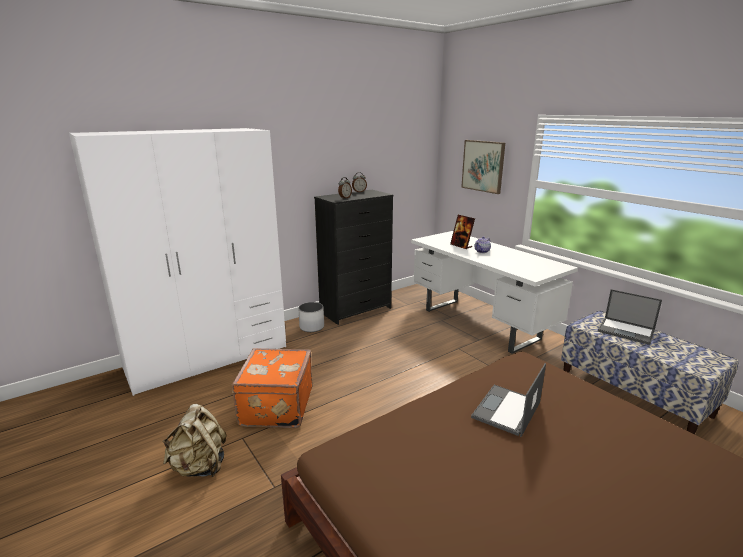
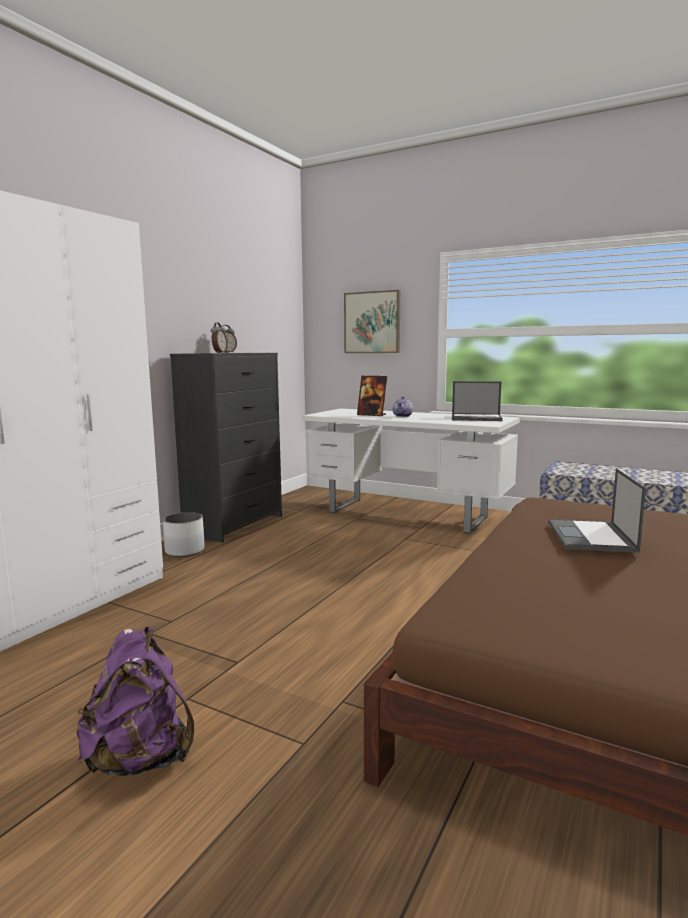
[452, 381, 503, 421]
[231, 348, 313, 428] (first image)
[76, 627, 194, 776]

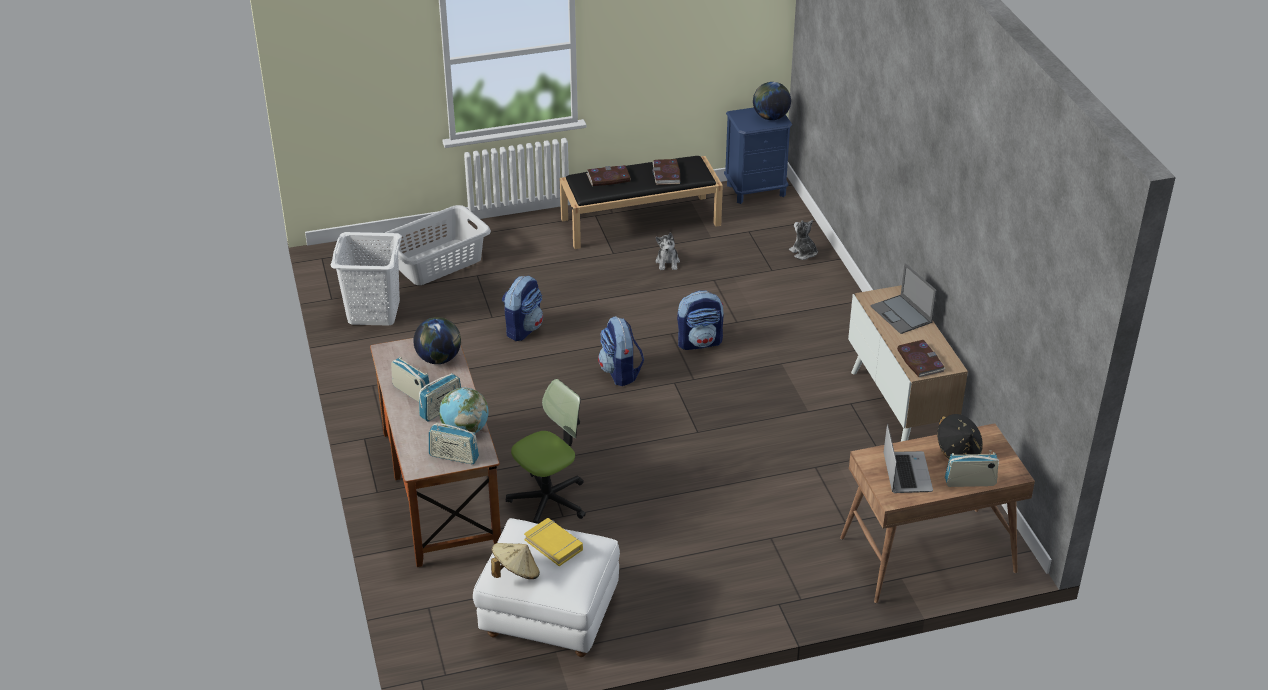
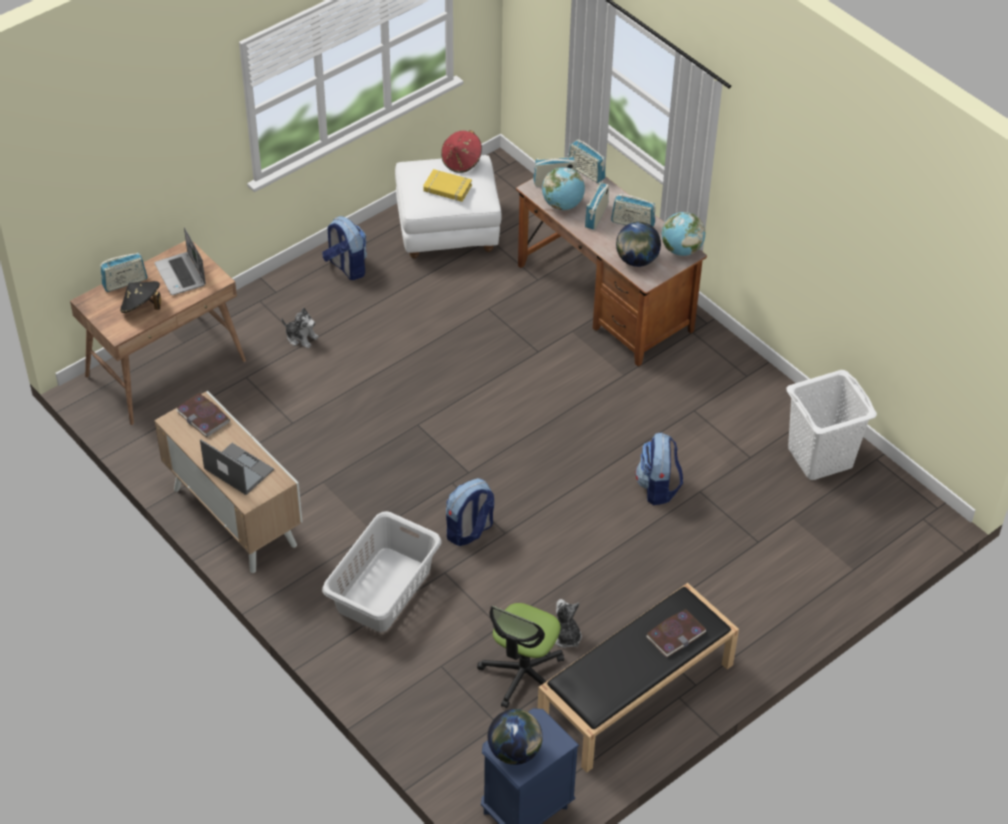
[652, 159, 680, 185] (first image)
[322, 511, 442, 632]
[282, 308, 319, 348]
[322, 216, 367, 280]
[477, 603, 564, 708]
[441, 130, 482, 173]
[569, 139, 605, 183]
[662, 212, 705, 256]

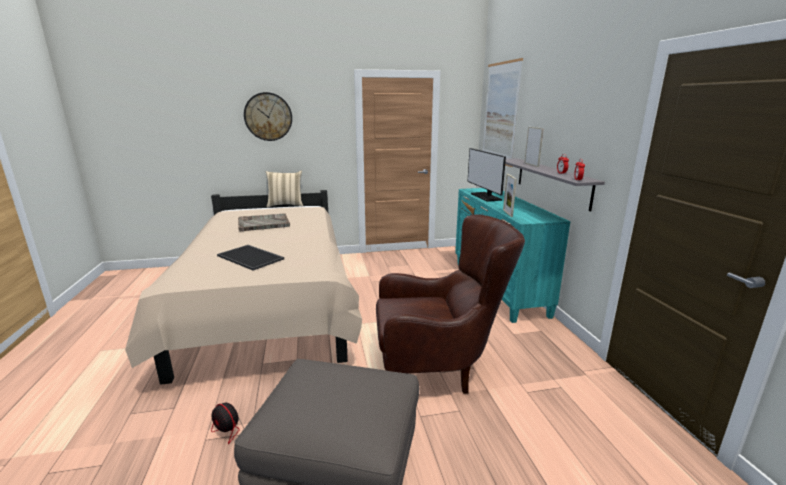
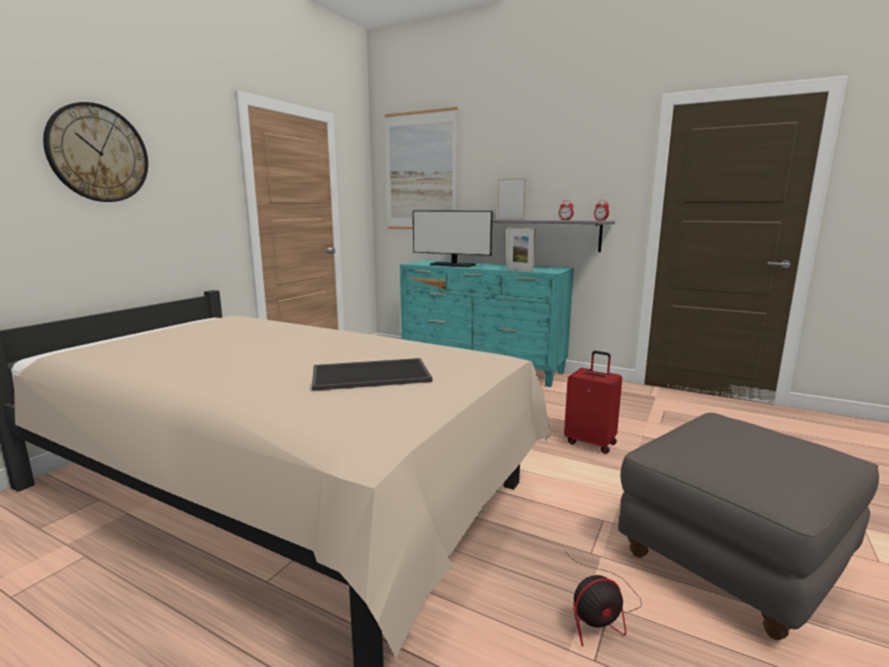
[266, 171, 303, 207] (first image)
[238, 213, 290, 231] (first image)
[564, 351, 622, 454]

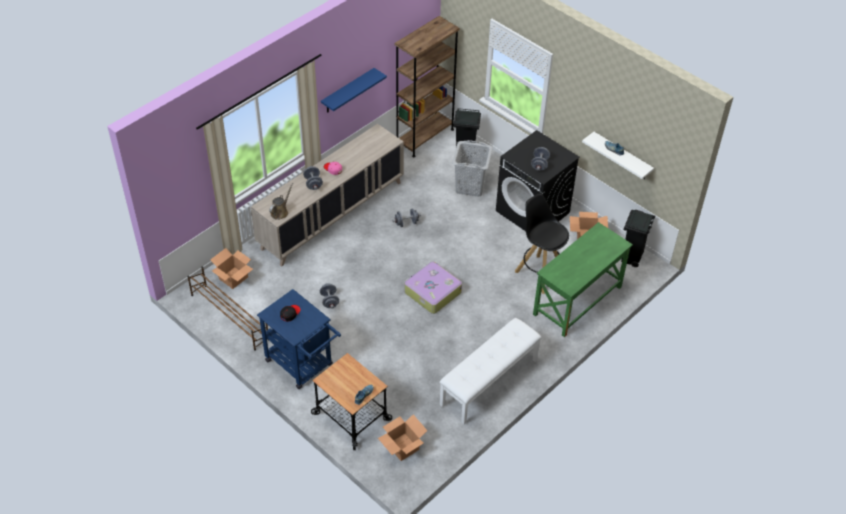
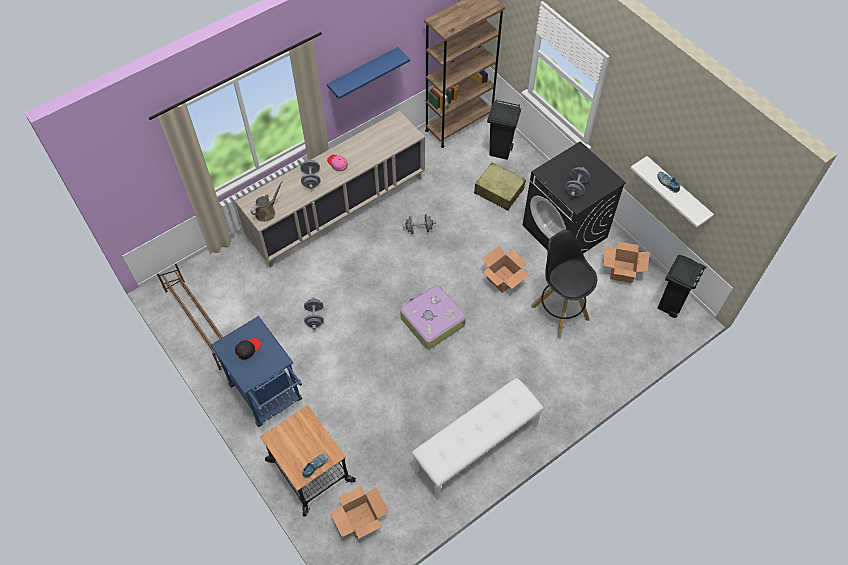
[474, 162, 526, 211]
[533, 222, 633, 337] (first image)
[482, 246, 529, 293]

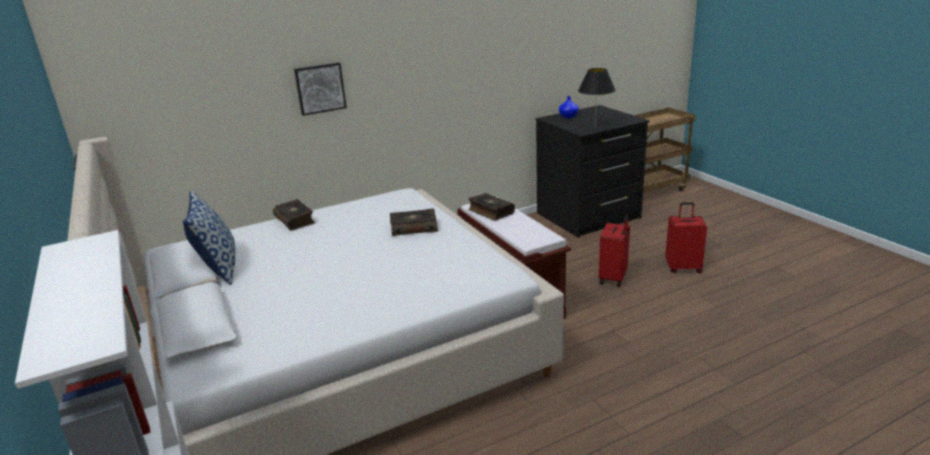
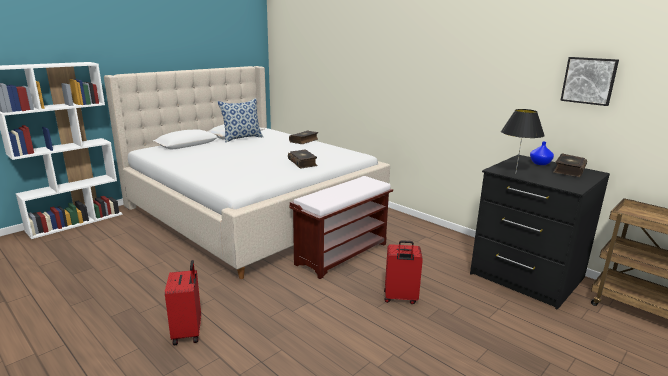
[560, 57, 619, 106]
[553, 153, 587, 177]
[165, 260, 201, 345]

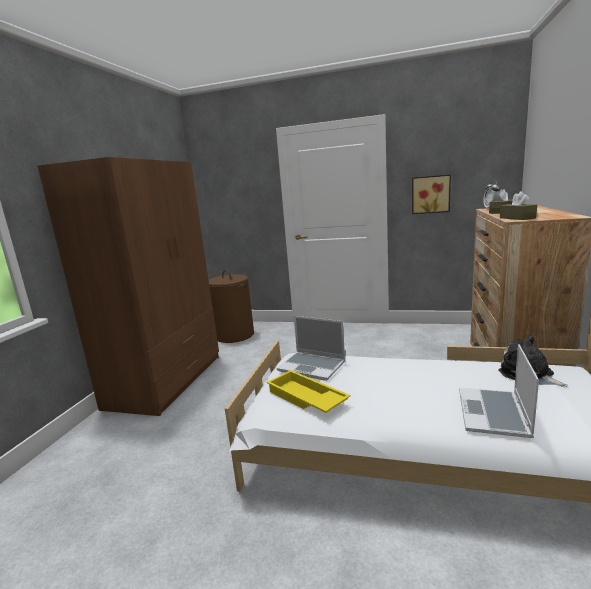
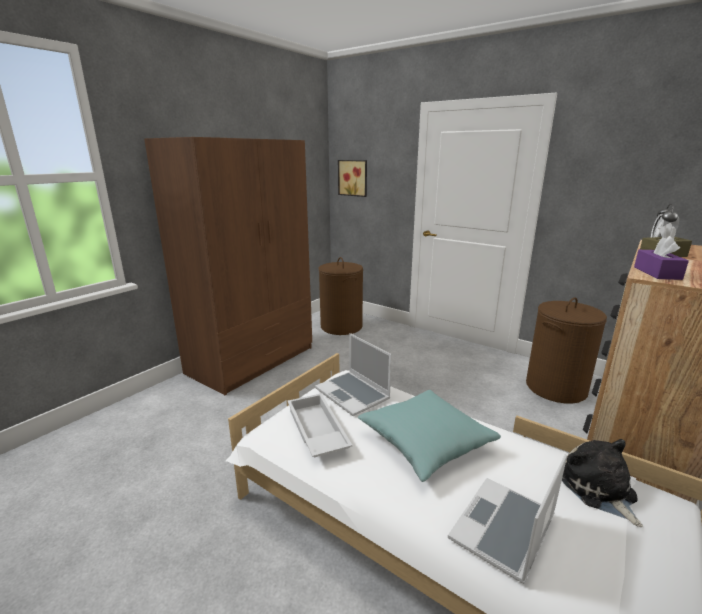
[338, 160, 367, 197]
[634, 236, 689, 280]
[288, 394, 353, 458]
[526, 297, 607, 404]
[358, 390, 501, 482]

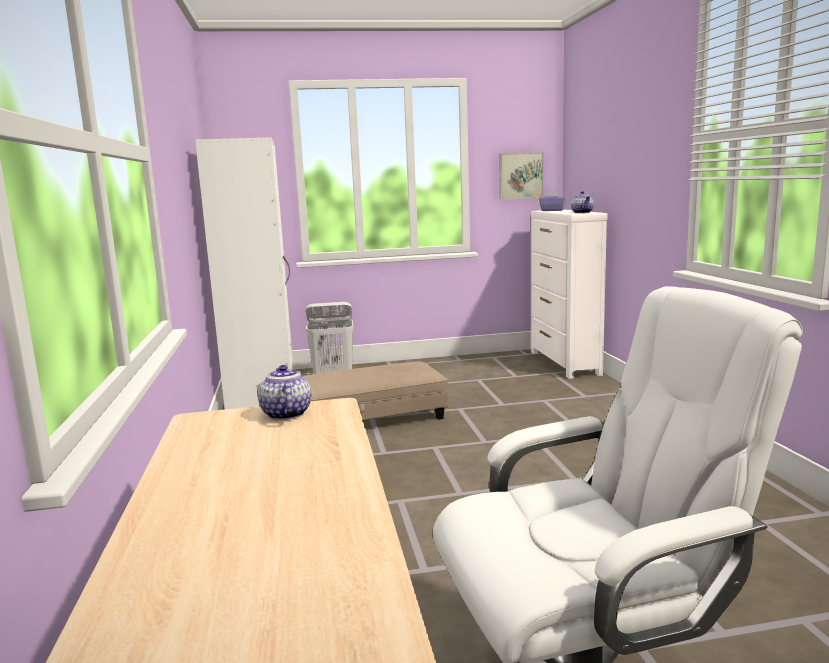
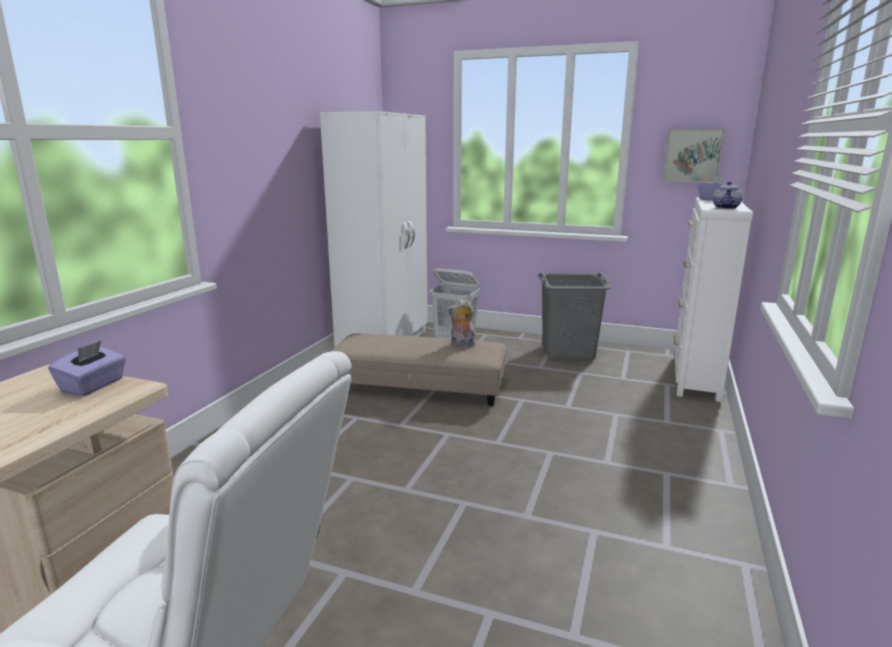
[48, 341, 126, 396]
[538, 273, 612, 360]
[447, 299, 477, 348]

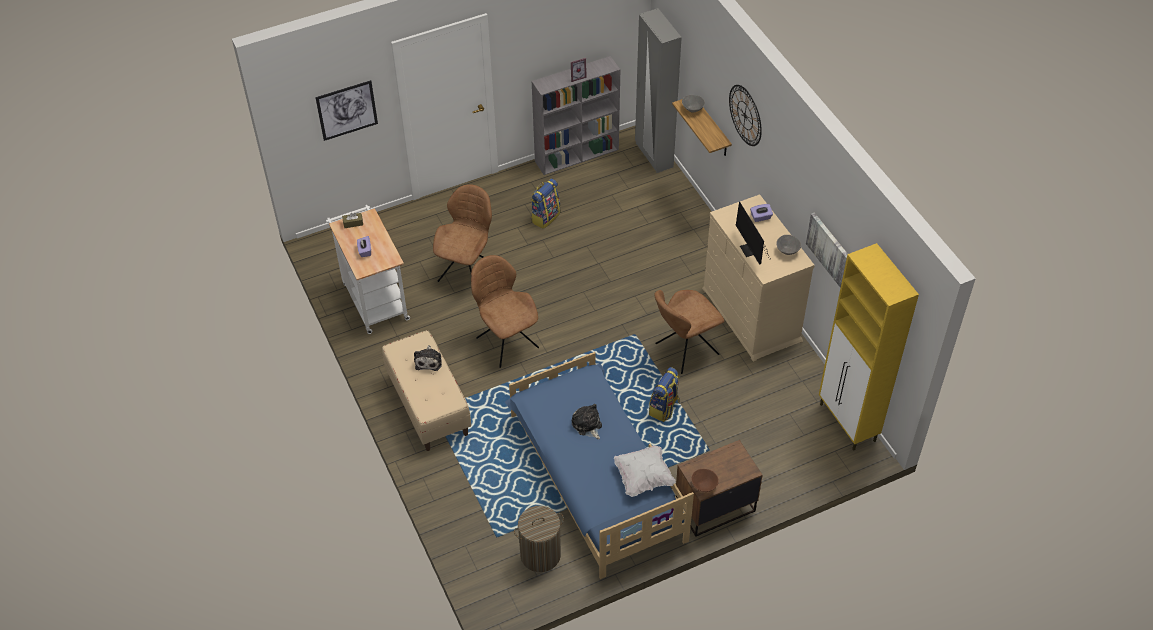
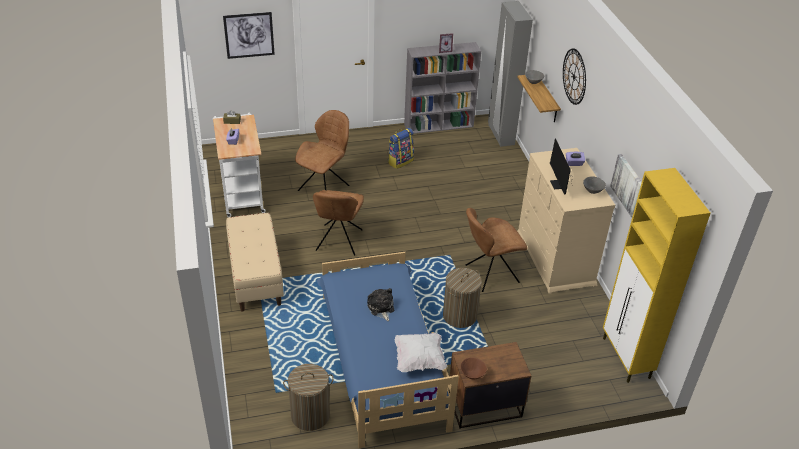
[313, 190, 364, 256]
[414, 345, 442, 371] (first image)
[443, 268, 482, 328]

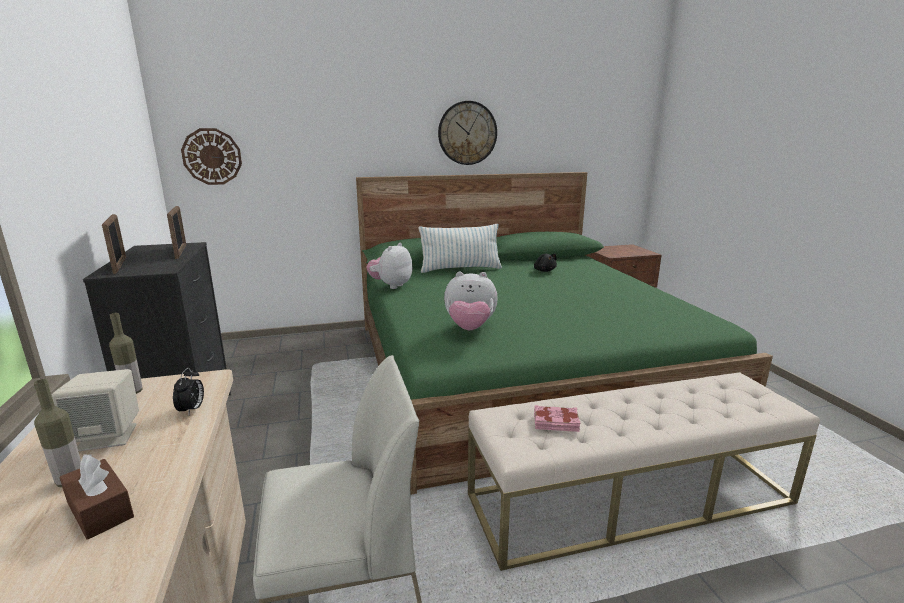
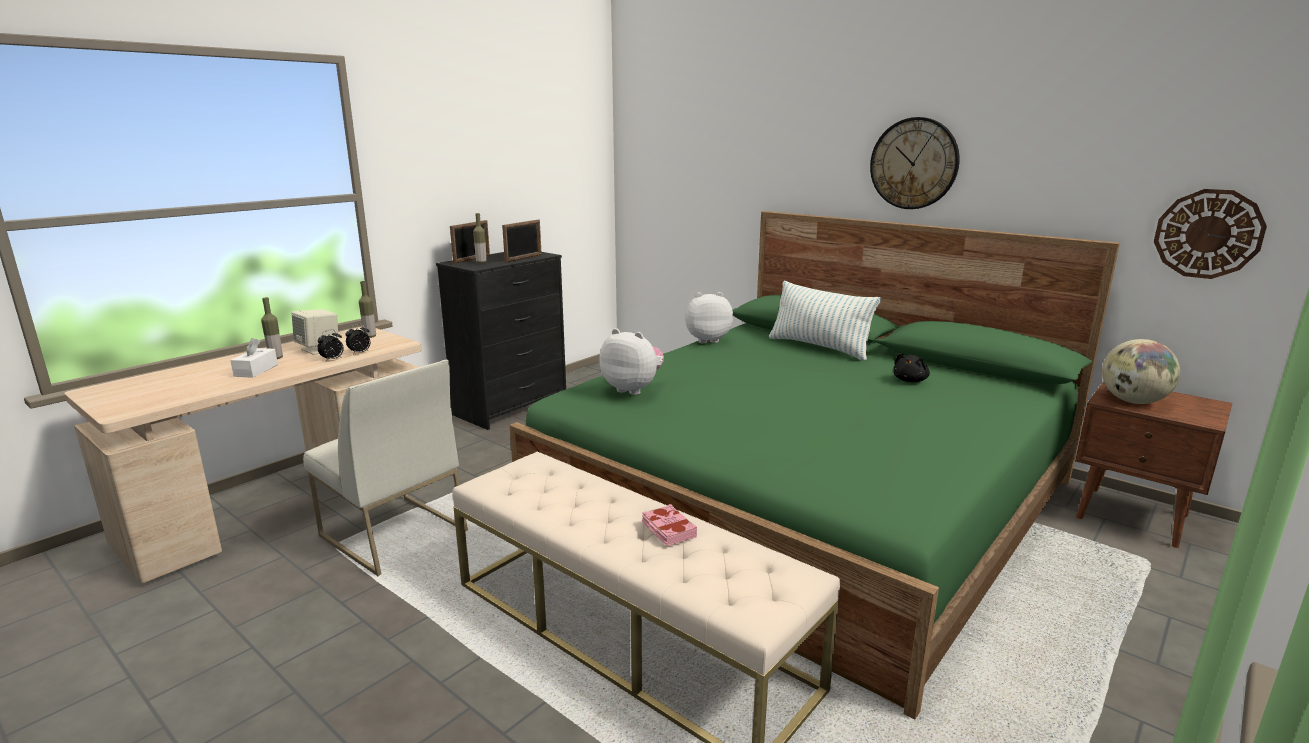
[1154, 189, 1267, 279]
[599, 328, 664, 395]
[642, 504, 697, 546]
[230, 338, 278, 378]
[473, 213, 487, 263]
[317, 330, 344, 361]
[1102, 339, 1180, 404]

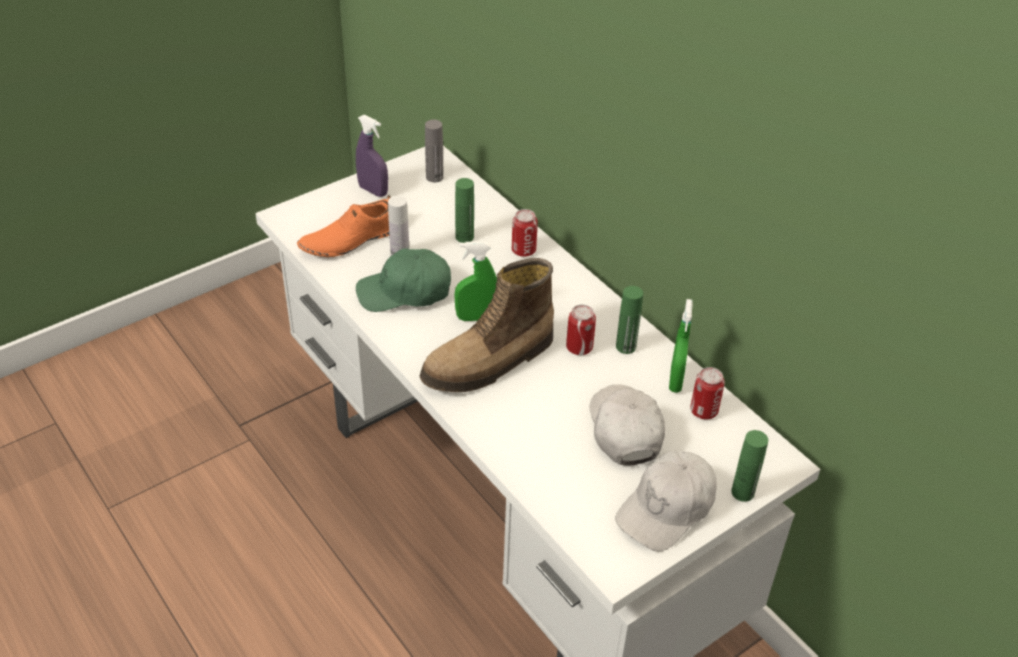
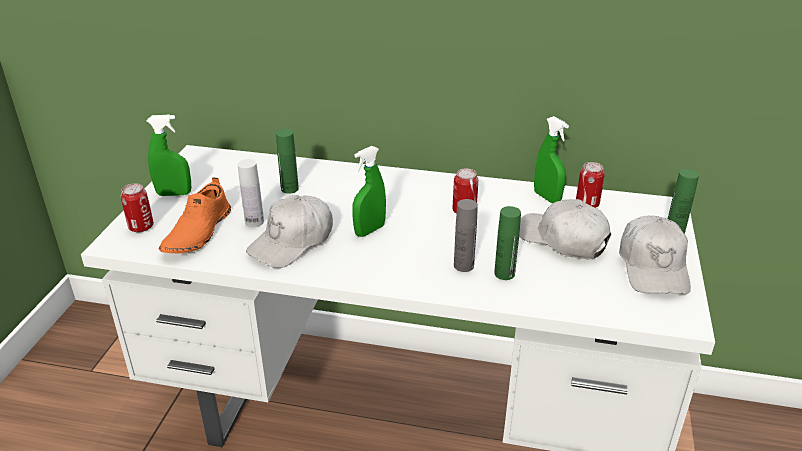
[147, 115, 191, 196]
[454, 199, 478, 272]
[121, 183, 154, 232]
[246, 195, 333, 268]
[420, 258, 554, 392] (first image)
[494, 206, 521, 280]

